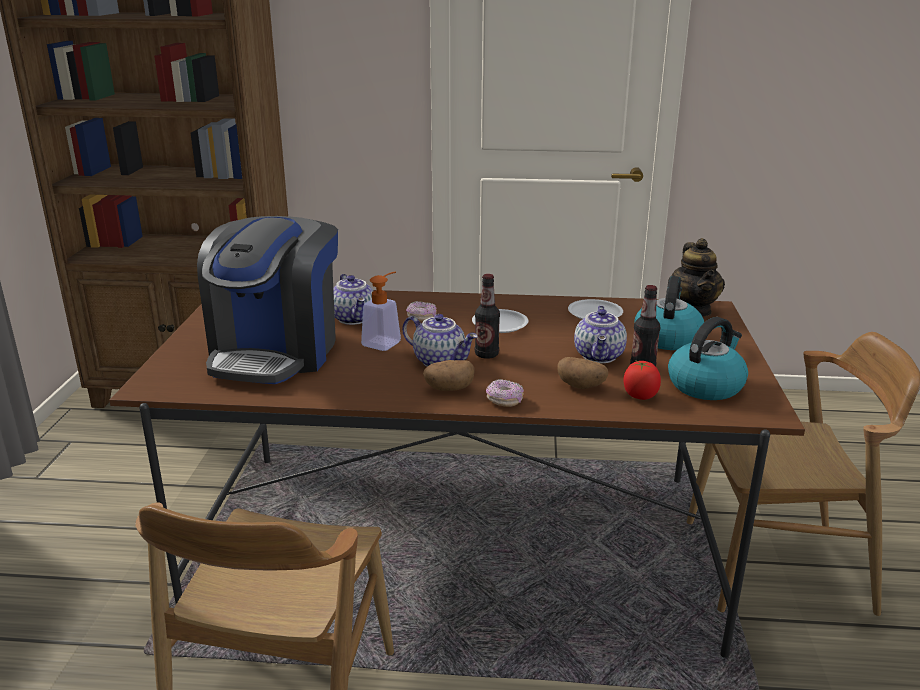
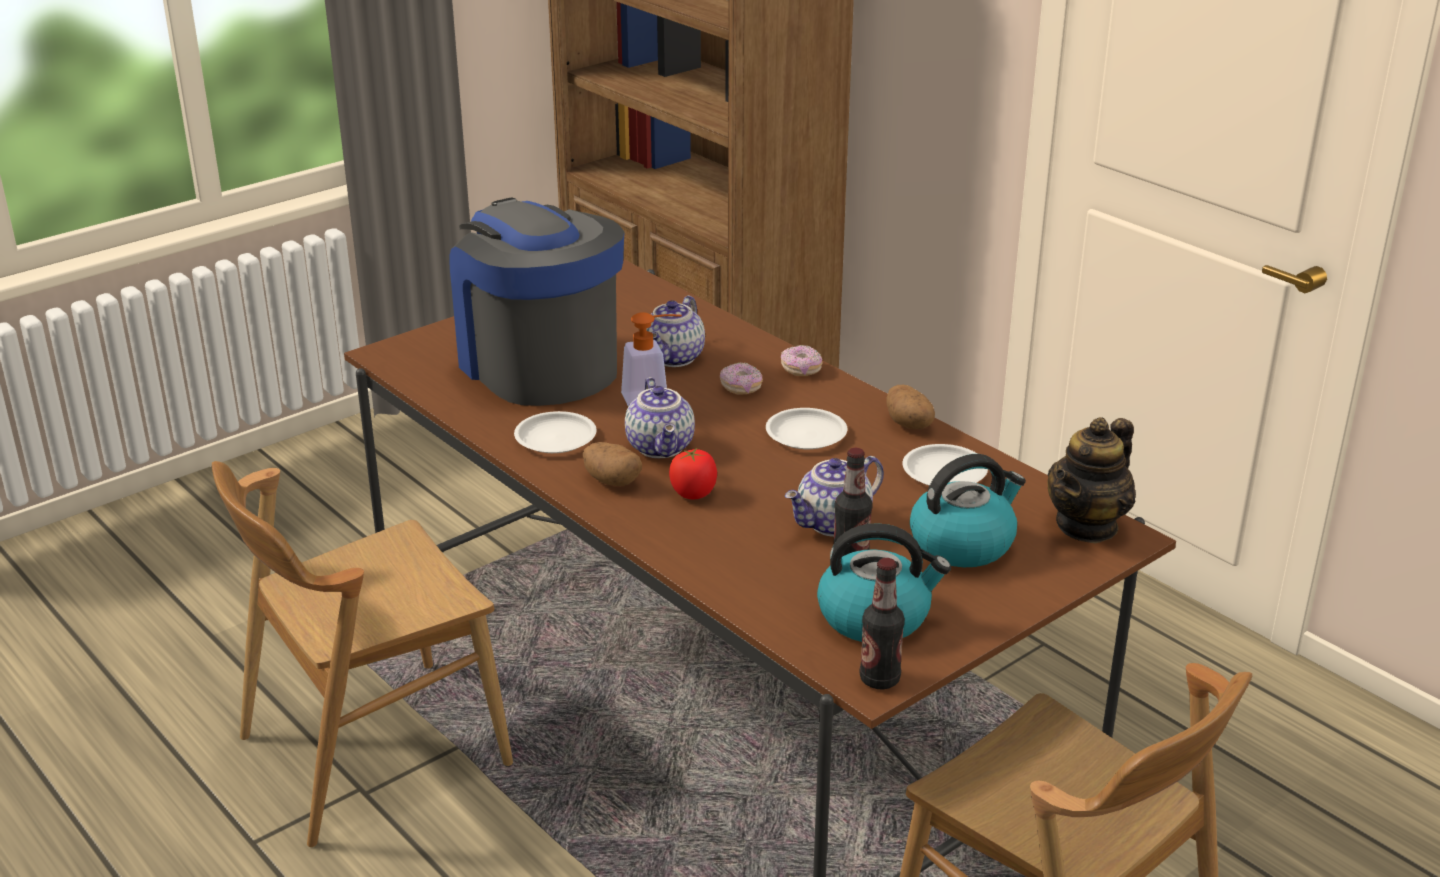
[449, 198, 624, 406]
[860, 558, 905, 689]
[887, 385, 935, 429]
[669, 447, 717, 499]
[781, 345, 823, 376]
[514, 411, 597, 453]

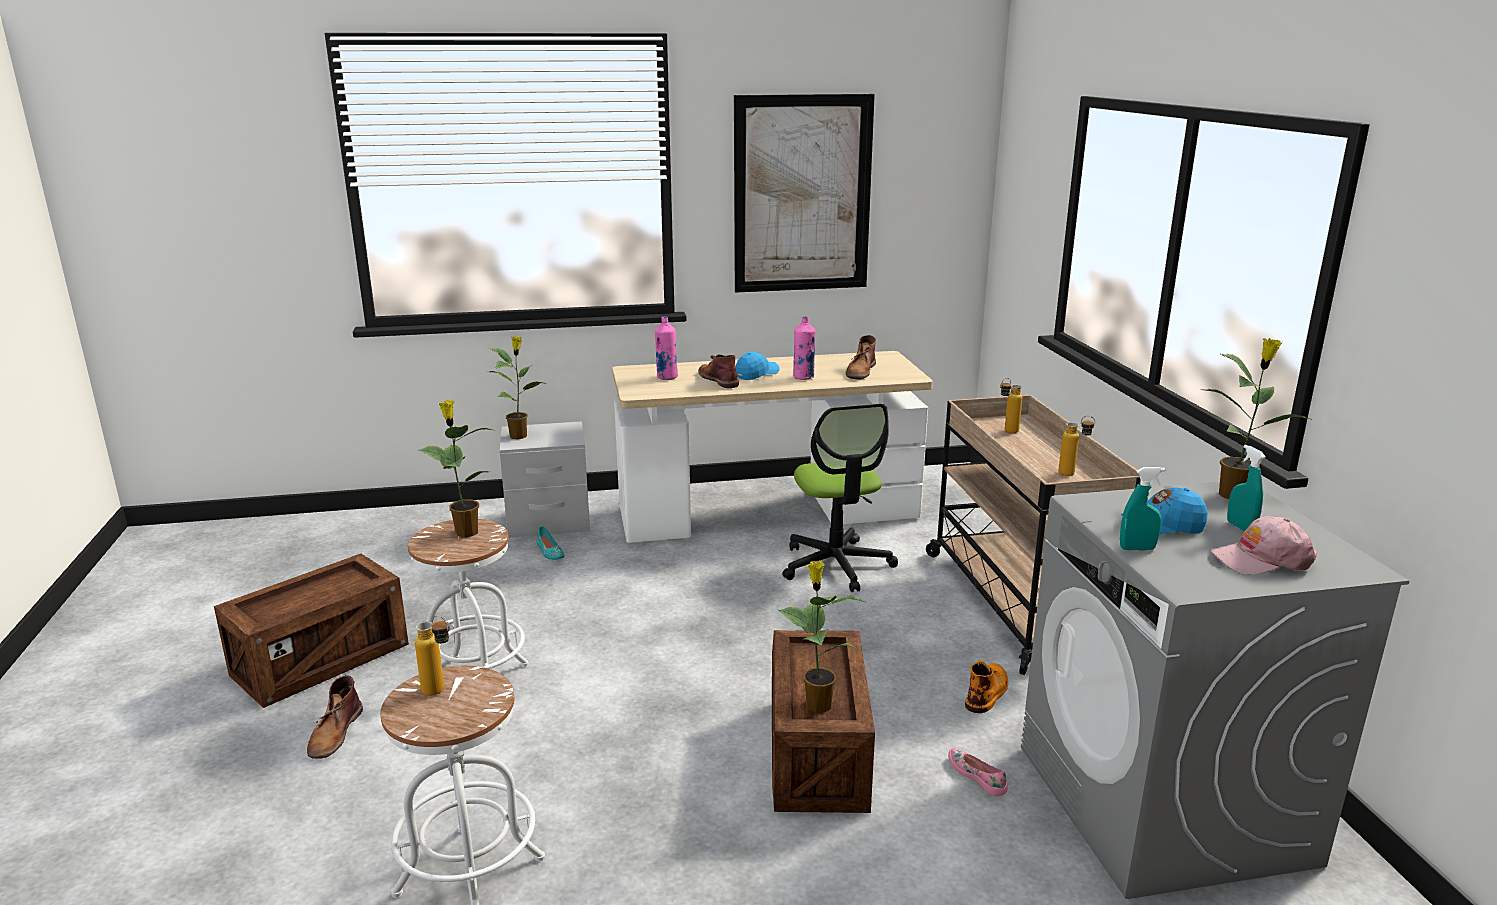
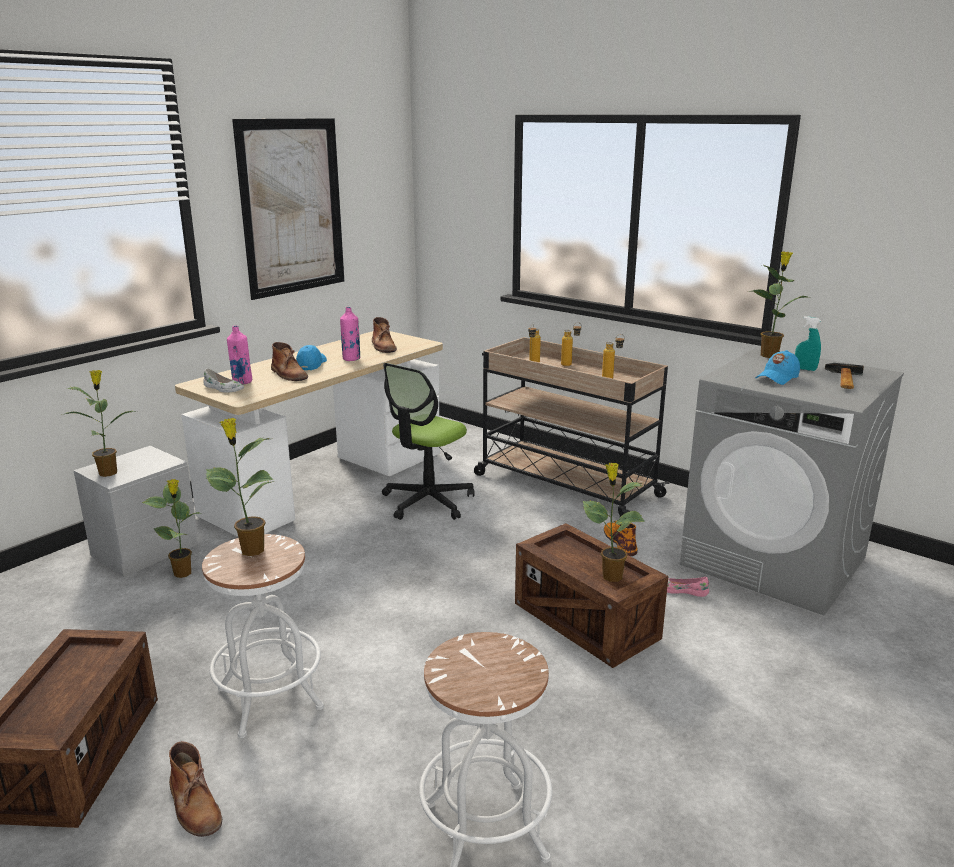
[271, 342, 308, 381]
[382, 363, 475, 520]
[1120, 467, 1165, 550] (first image)
[825, 363, 864, 389]
[142, 479, 202, 578]
[561, 322, 582, 366]
[204, 368, 244, 393]

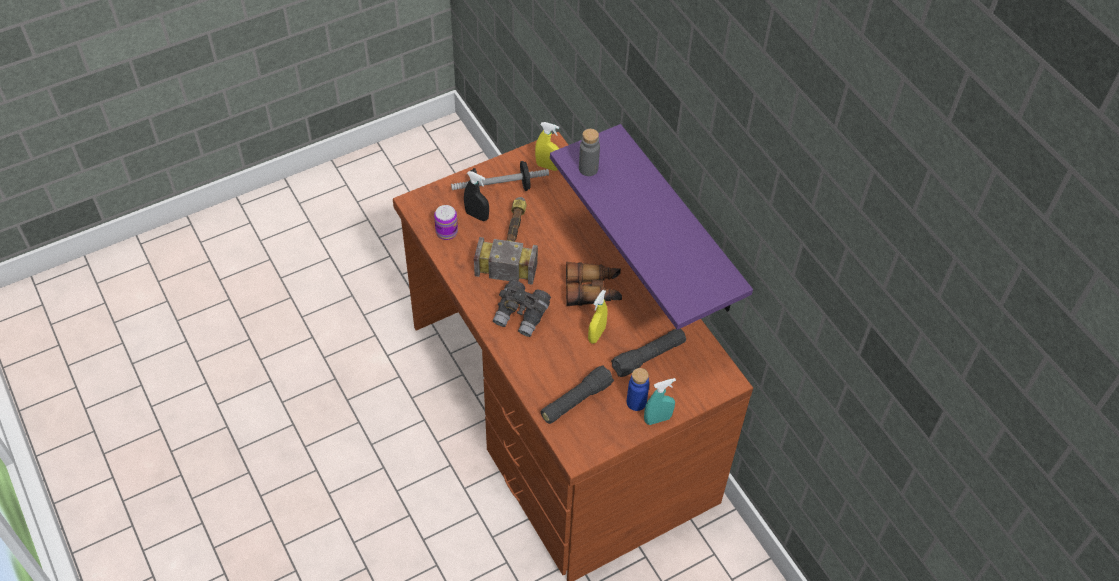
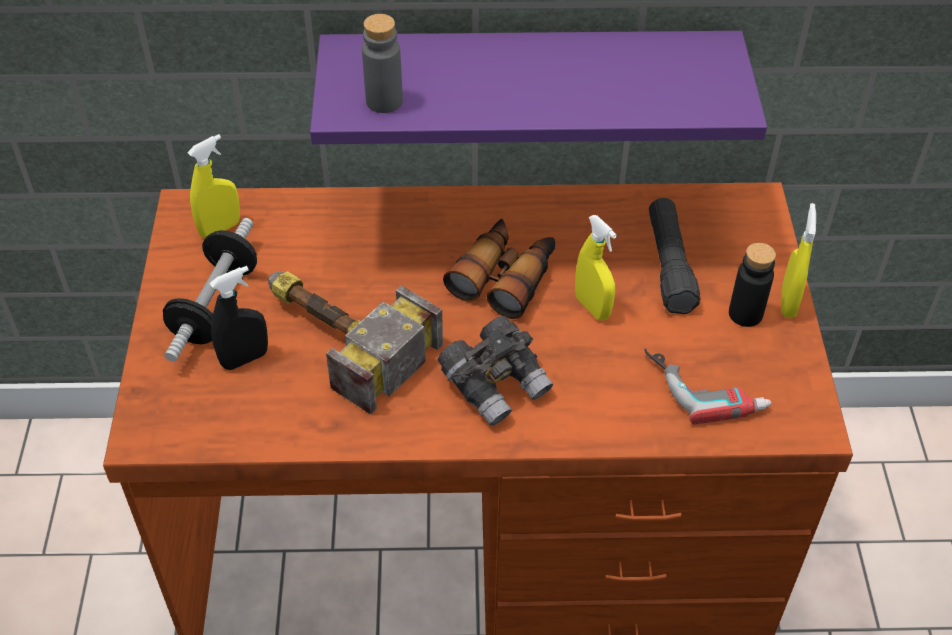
[434, 205, 458, 240] (first image)
[644, 348, 772, 425]
[729, 243, 776, 327]
[781, 203, 816, 318]

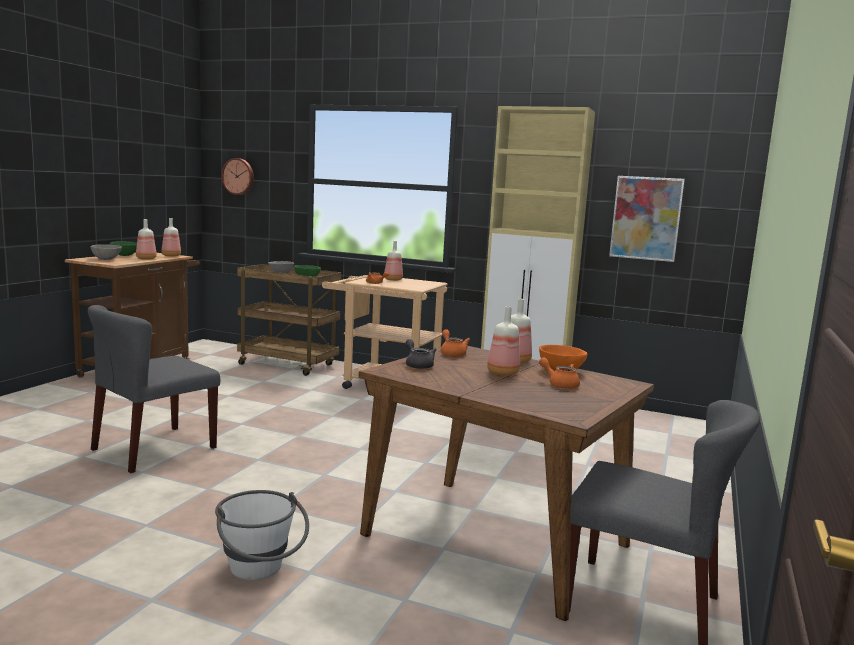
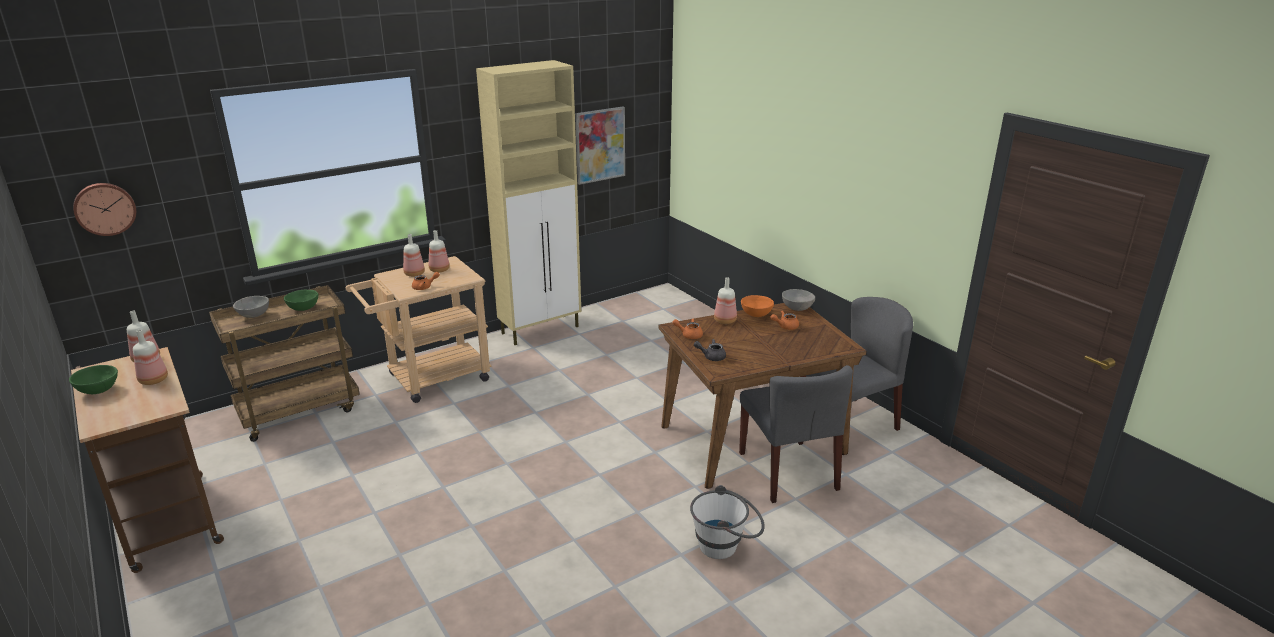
[782, 289, 815, 311]
[739, 365, 853, 503]
[429, 230, 450, 273]

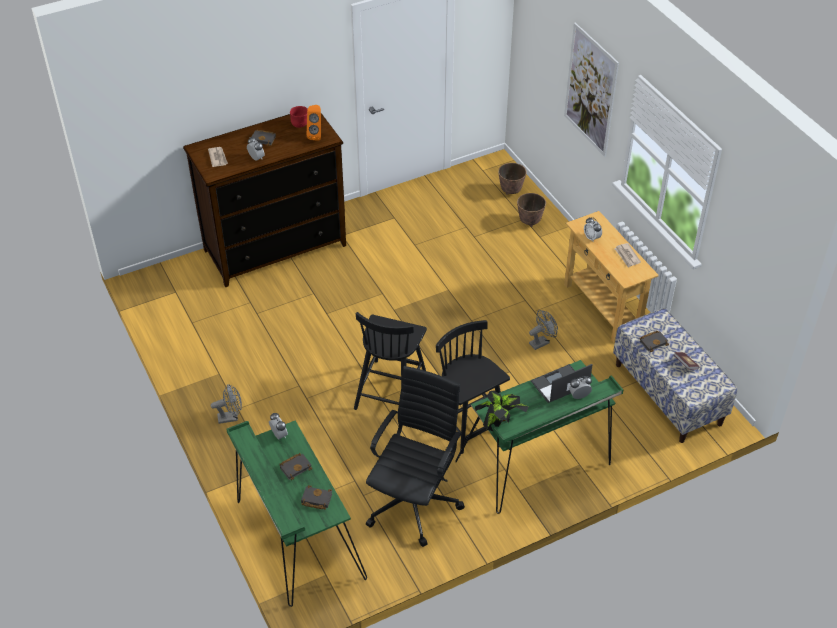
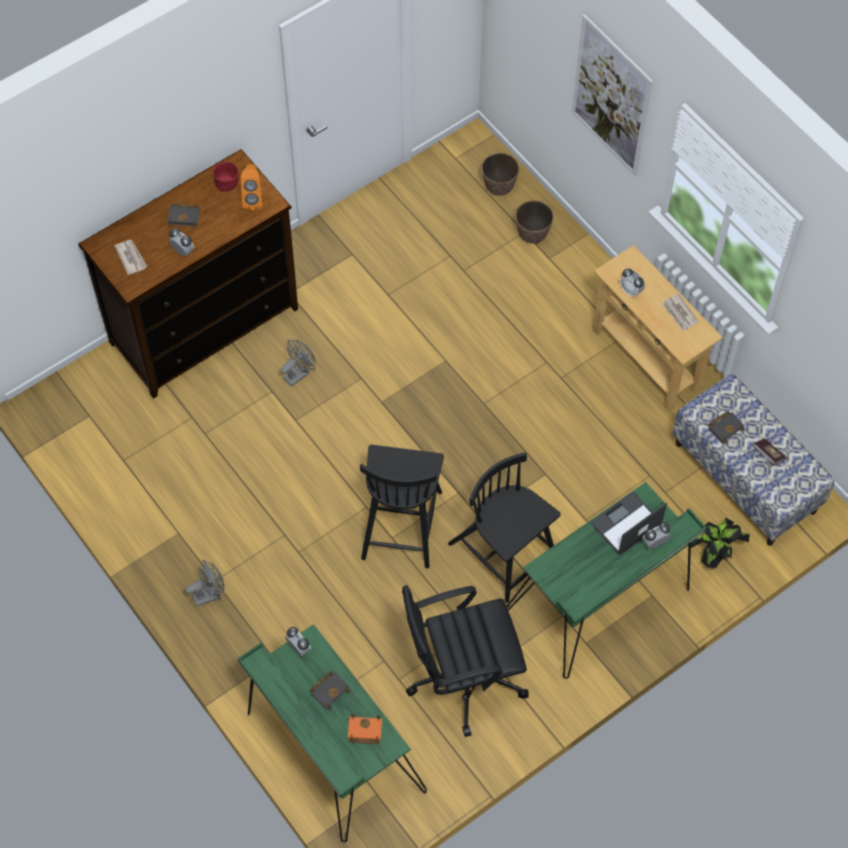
[280, 340, 316, 387]
[402, 585, 529, 737]
[691, 518, 750, 568]
[348, 714, 382, 744]

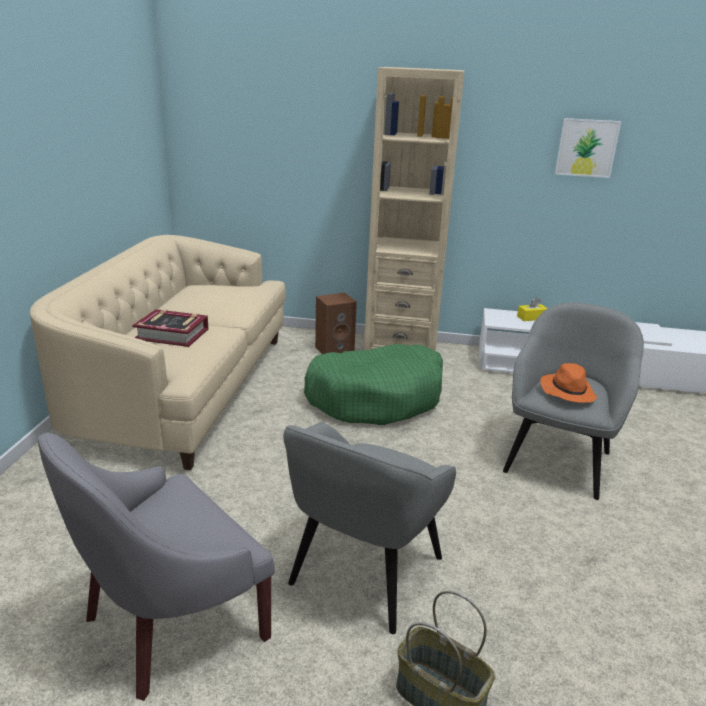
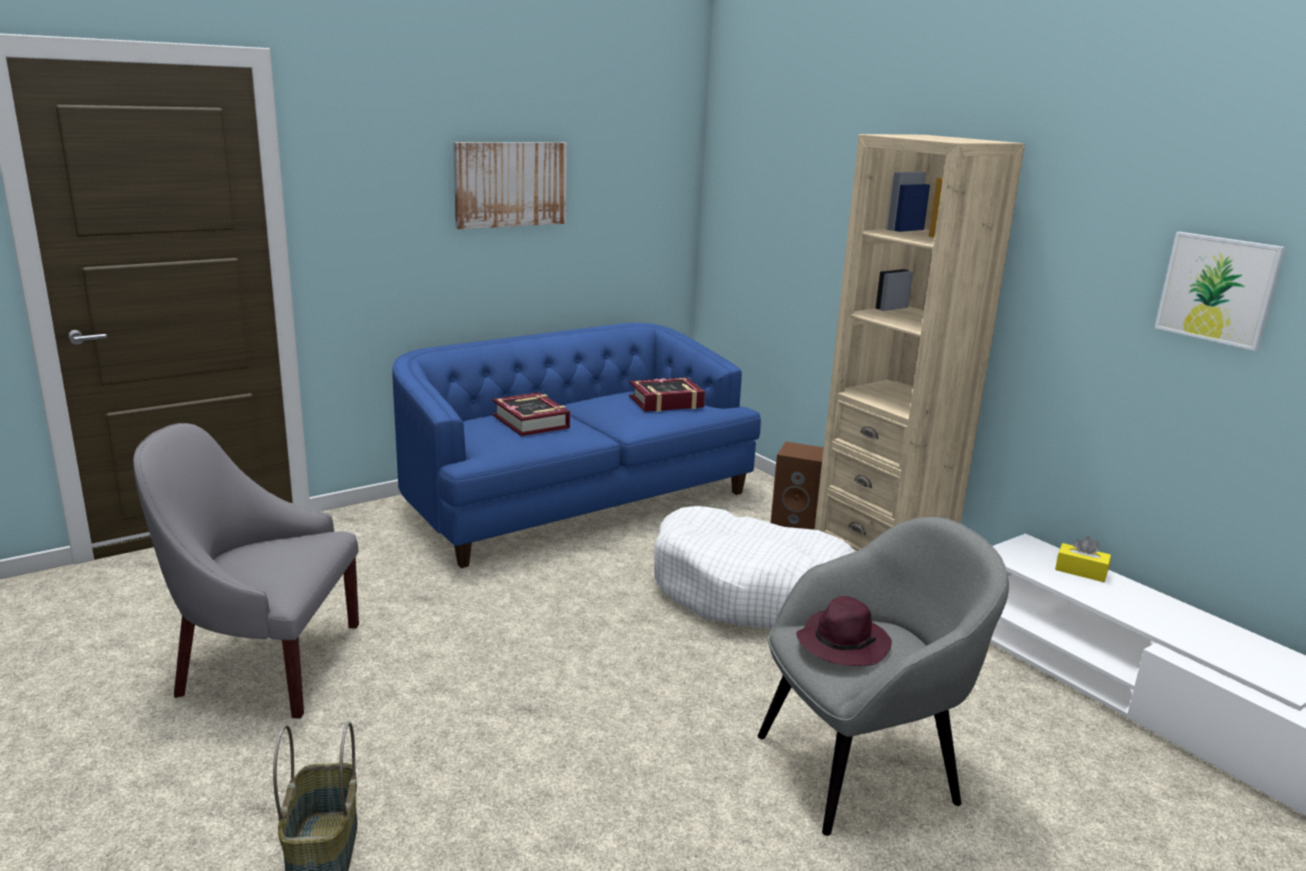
[392, 323, 761, 568]
[654, 506, 855, 628]
[796, 596, 892, 666]
[283, 422, 456, 634] (first image)
[453, 142, 567, 229]
[629, 377, 705, 412]

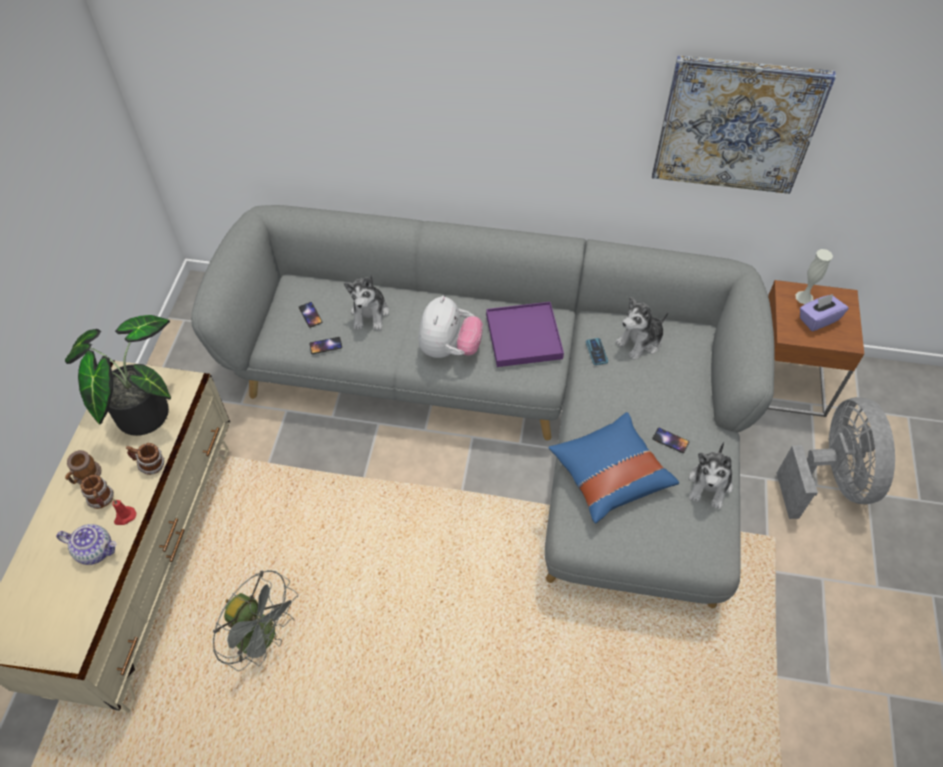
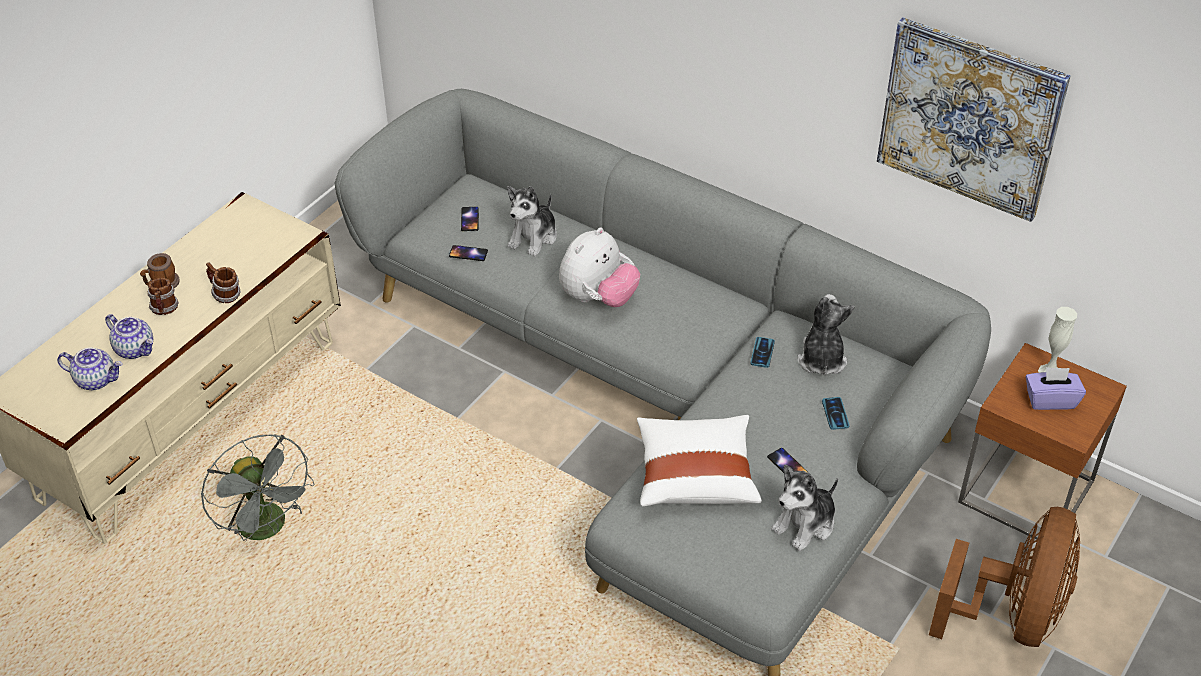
[797, 294, 855, 375]
[486, 302, 564, 367] (first image)
[65, 315, 171, 436] (first image)
[929, 507, 1080, 647]
[637, 415, 762, 507]
[112, 499, 136, 525] (first image)
[57, 347, 123, 390]
[822, 397, 849, 430]

